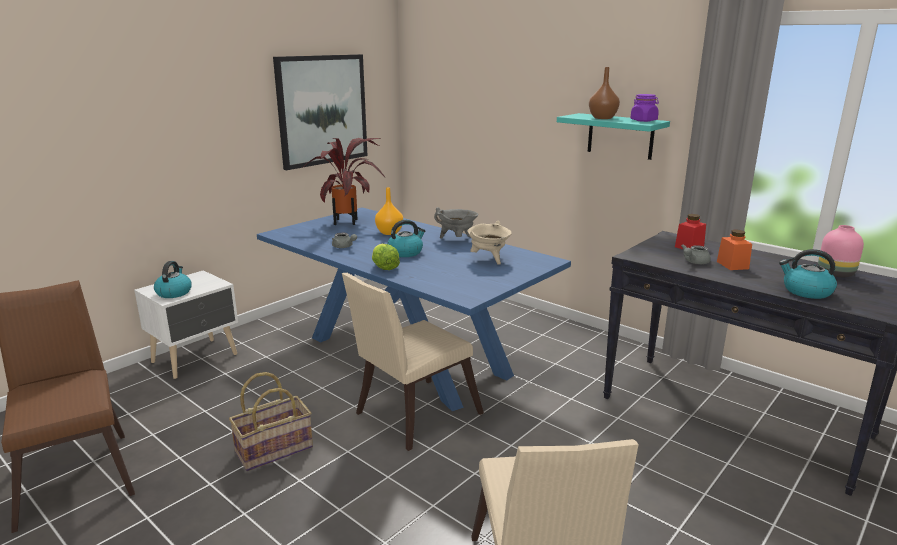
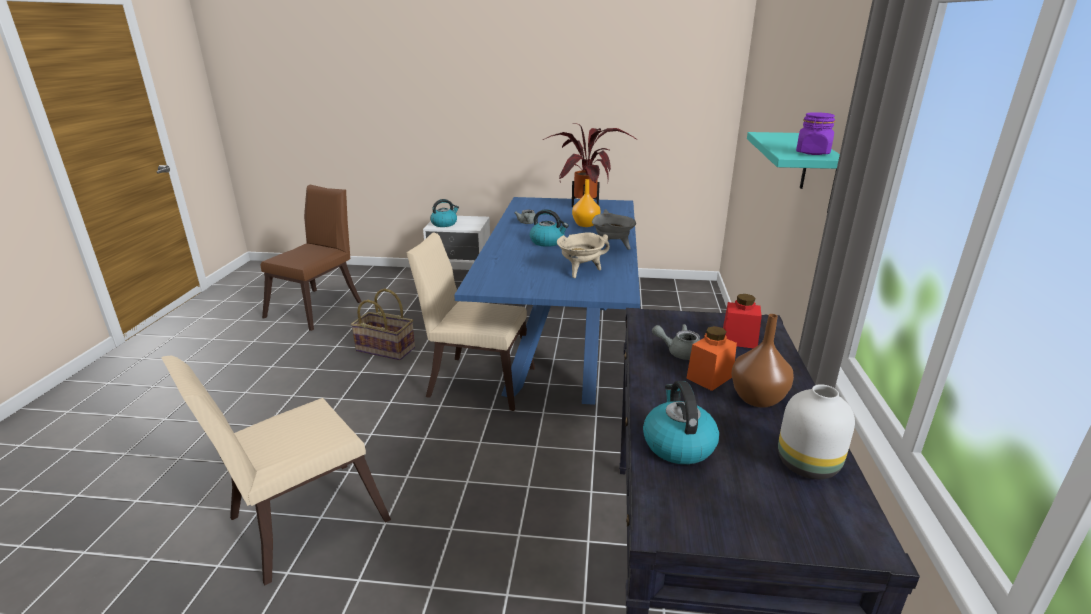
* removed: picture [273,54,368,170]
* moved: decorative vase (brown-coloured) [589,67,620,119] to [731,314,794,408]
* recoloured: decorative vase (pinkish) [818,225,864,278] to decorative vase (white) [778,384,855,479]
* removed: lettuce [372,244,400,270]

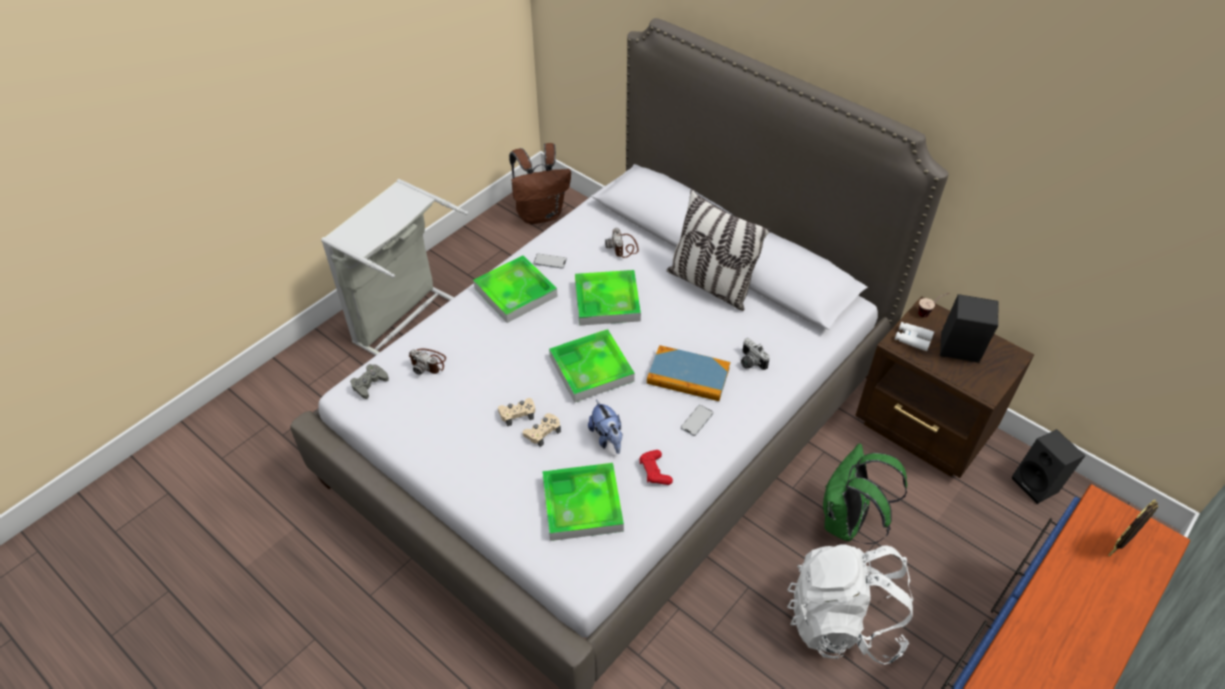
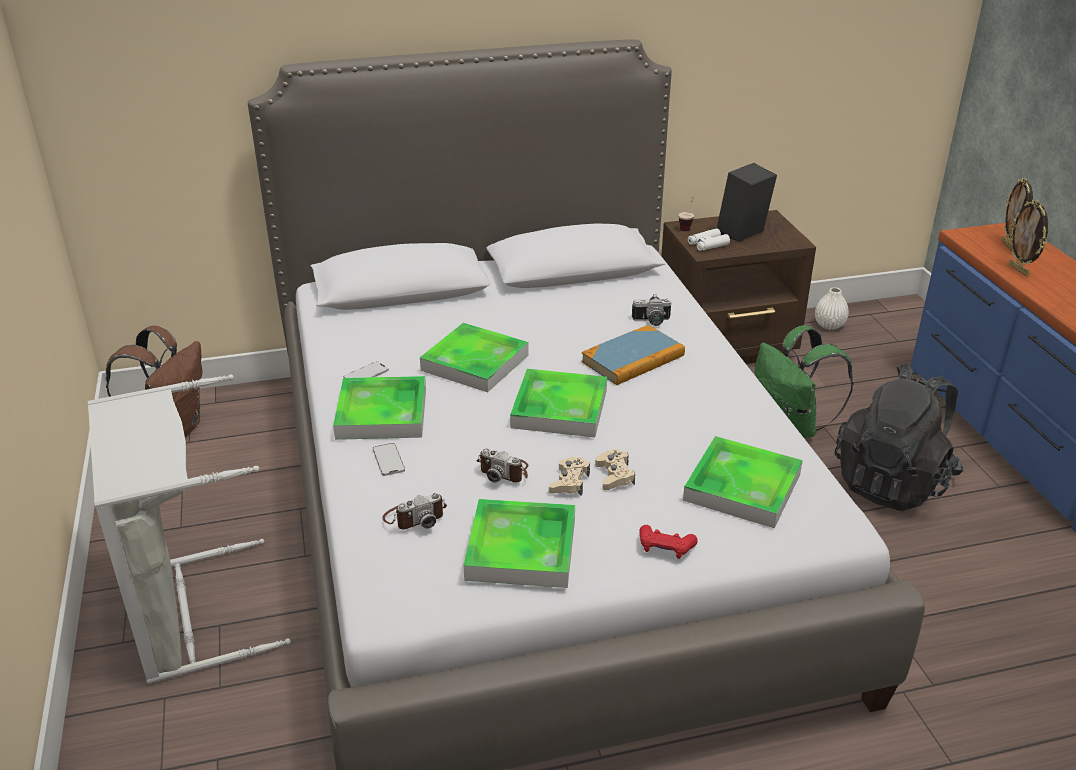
* removed: cushion [667,189,771,311]
* moved: still camera [605,228,639,258] to [476,448,529,483]
* removed: gamepad (greyish) [350,364,389,399]
* removed: plush toy [588,400,623,454]
* moved: telephone [681,405,713,436] to [373,443,405,476]
* replaced: loudspeaker (black) [1012,429,1085,504] to decorative vase (white) [815,287,849,330]
* moved: gamepad (reddish) [640,450,673,485] to [639,525,698,559]
* recoloured: backpack (white) [787,544,914,664] to backpack (black) [834,364,964,511]
* added: standing frame [1009,199,1048,276]
* added: serving tray [464,499,575,588]

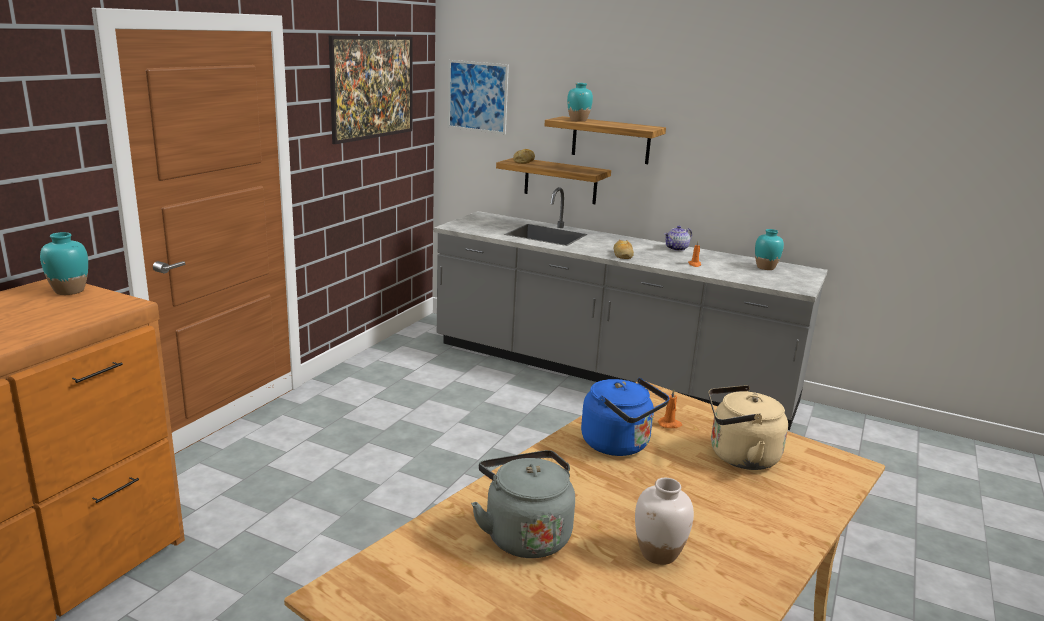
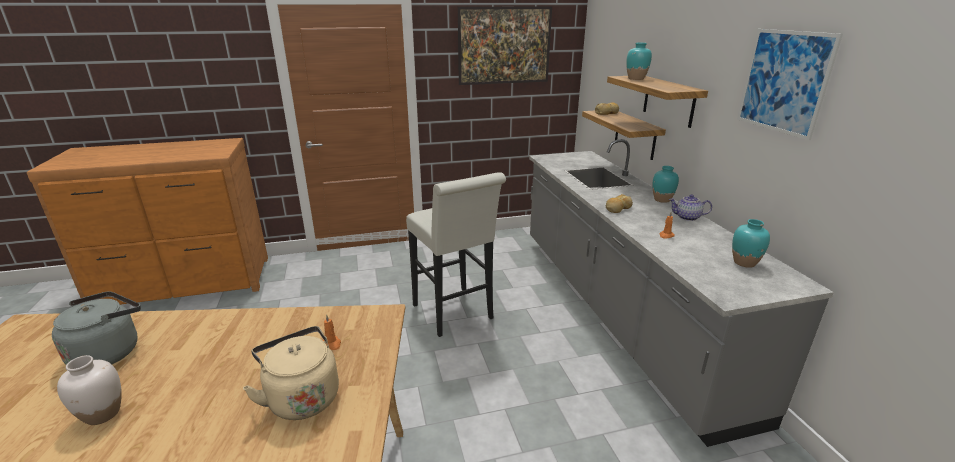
* moved: picture [448,60,509,134] to [737,29,843,140]
* moved: decorative vase (turquoise-coloured) [40,232,88,295] to [653,166,679,203]
* removed: water kettle (bluish) [581,378,669,456]
* added: stool (white) [406,172,506,337]

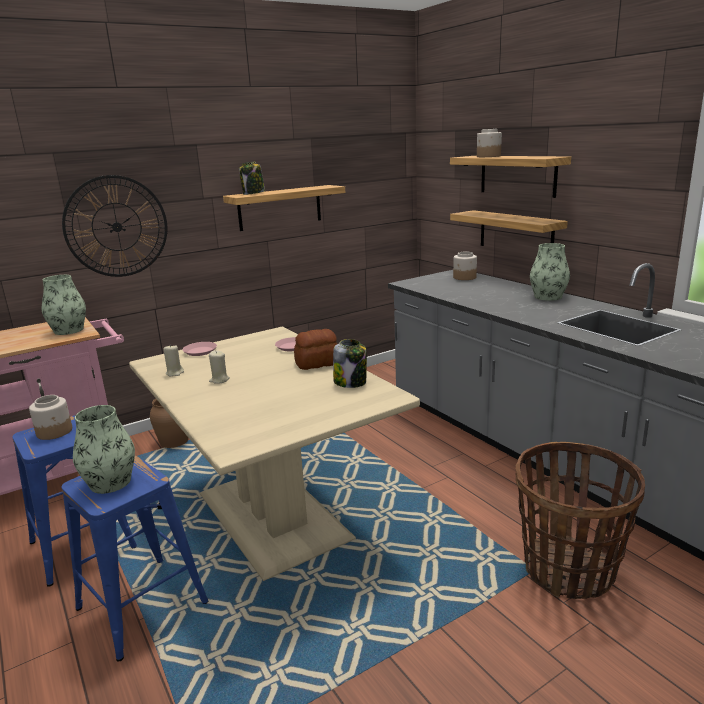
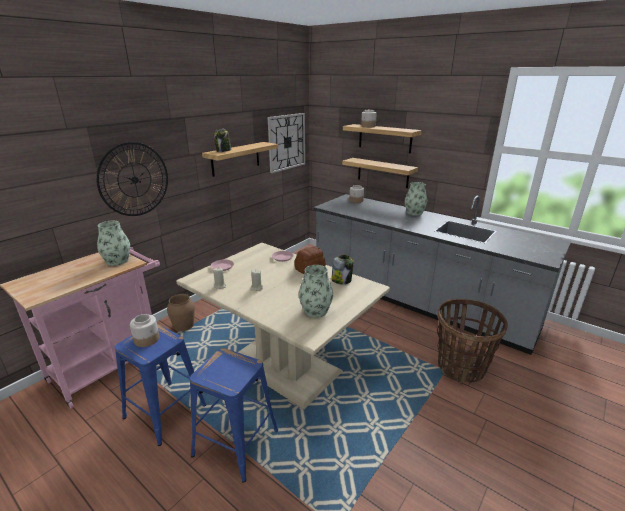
* moved: decorative vase [73,405,135,494] to [299,265,333,318]
* added: hanging clock [268,113,305,173]

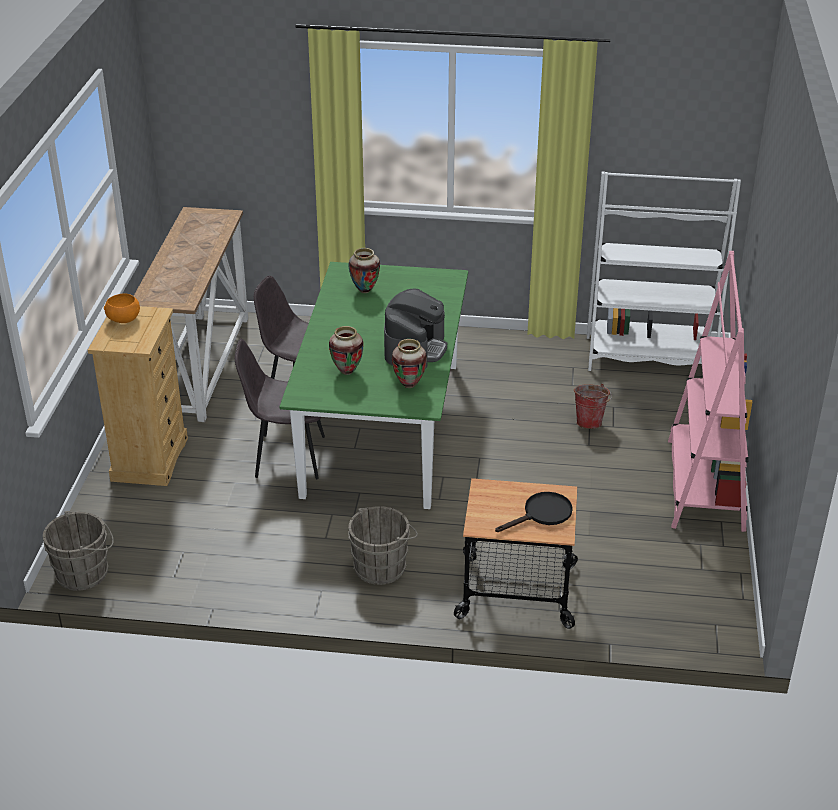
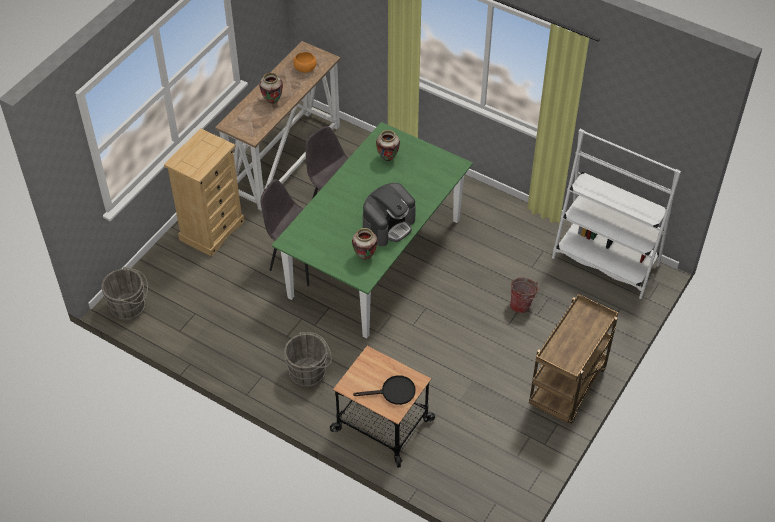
* replaced: shelving unit (pinkish) [668,251,752,532] to cart (brown-coloured) [529,294,618,423]
* moved: serving bowl (orangey) [104,293,140,323] to [293,52,317,73]
* moved: decorative vase [329,326,363,375] to [259,72,283,104]

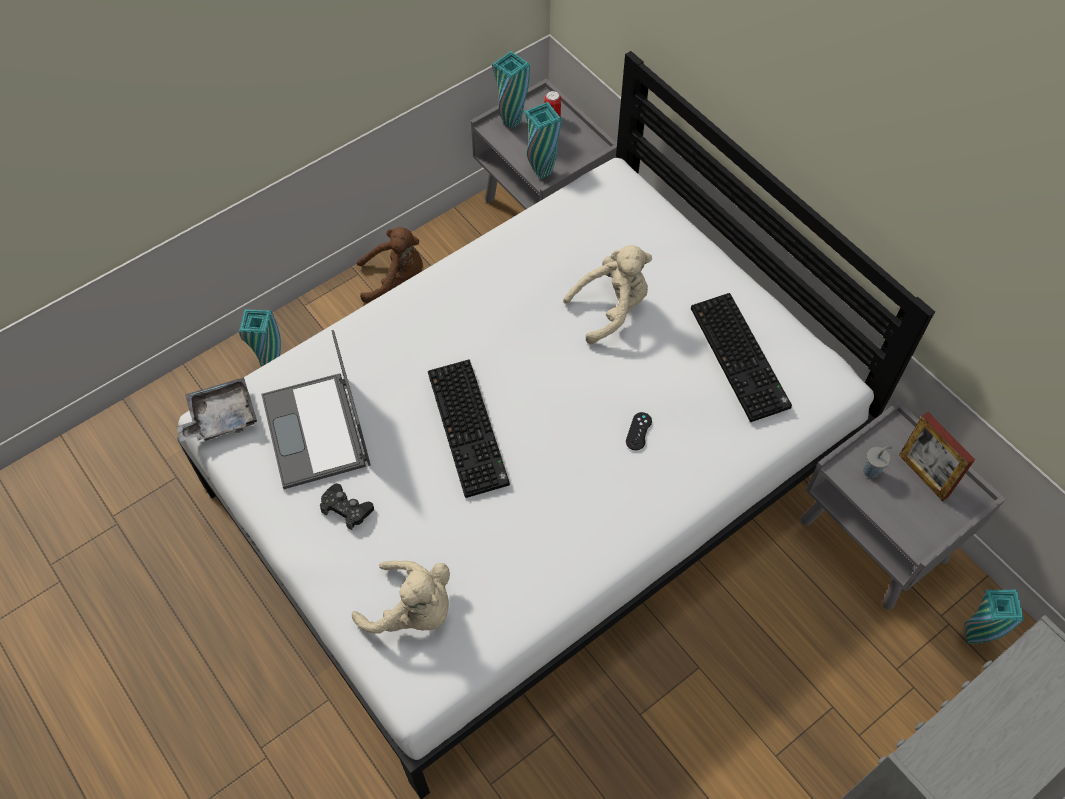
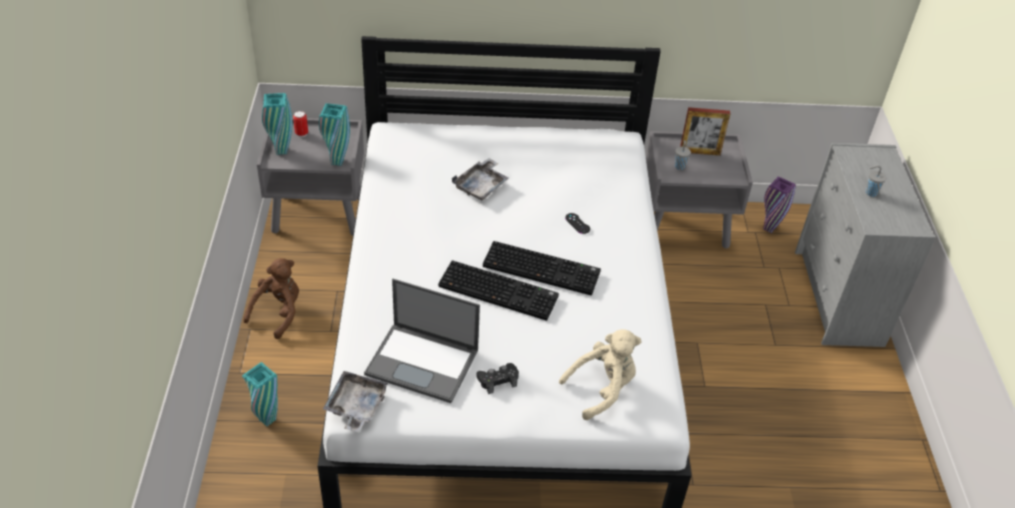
* replaced: plush toy (beige) [563,245,652,344] to serving tray (greyish) [452,158,509,200]
* moved: PC keyboard [691,293,792,422] to [483,241,601,295]
* recoloured: decorative vase (turquoise-coloured) [965,590,1024,644] to decorative vase (purple-coloured) [763,176,796,233]
* added: drinking cup (greyish) [866,165,886,197]

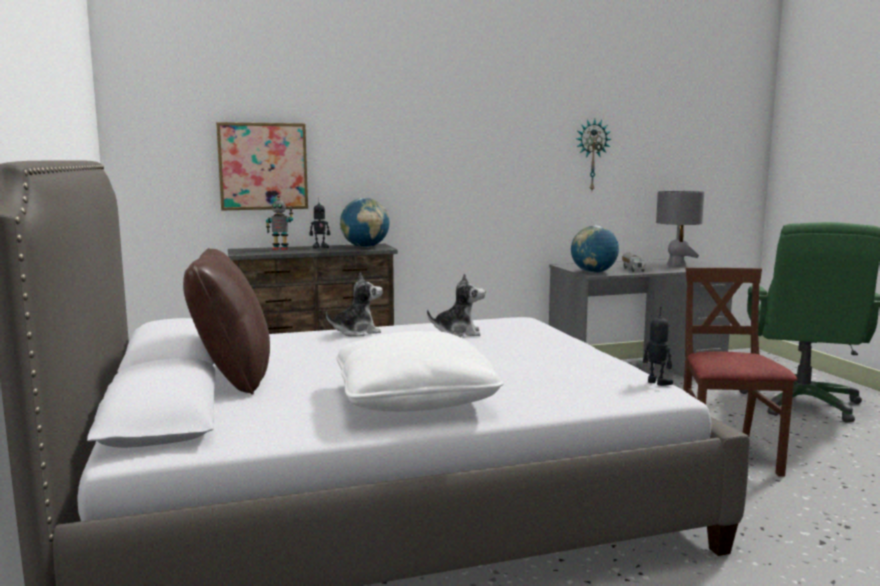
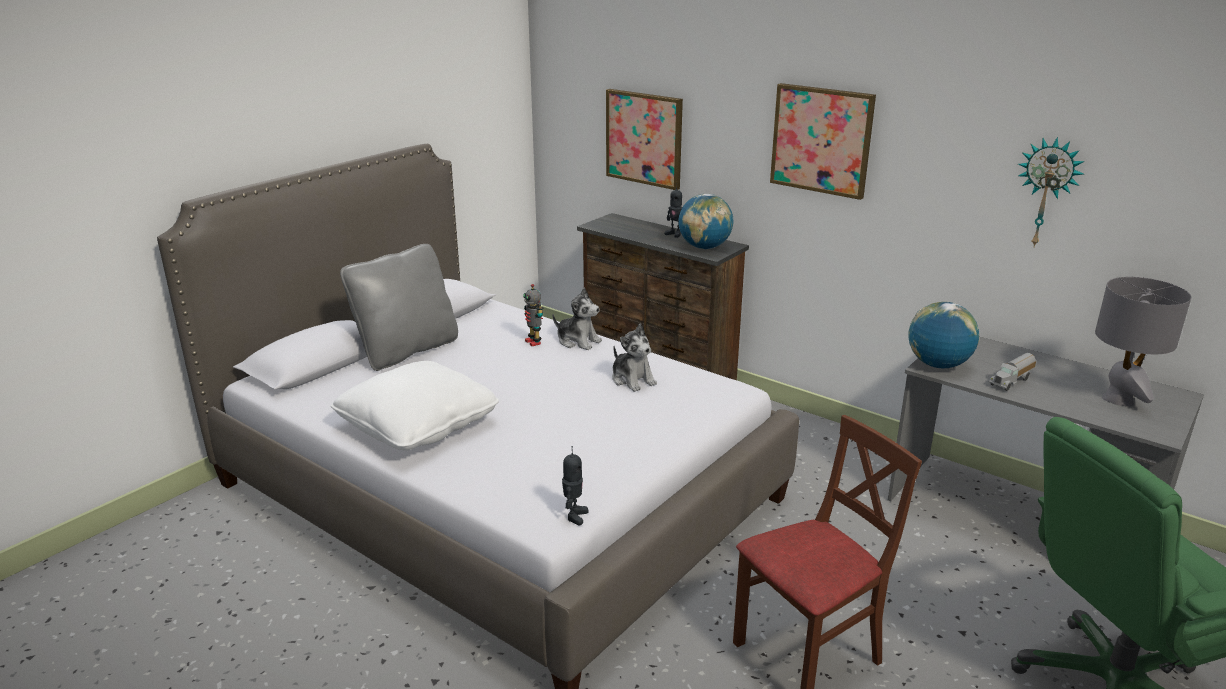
* moved: robot figure [266,195,293,250] to [523,284,543,346]
* recoloured: cushion (brown-coloured) [183,248,270,395] to cushion (greyish) [340,244,458,371]
* added: picture [770,83,876,200]

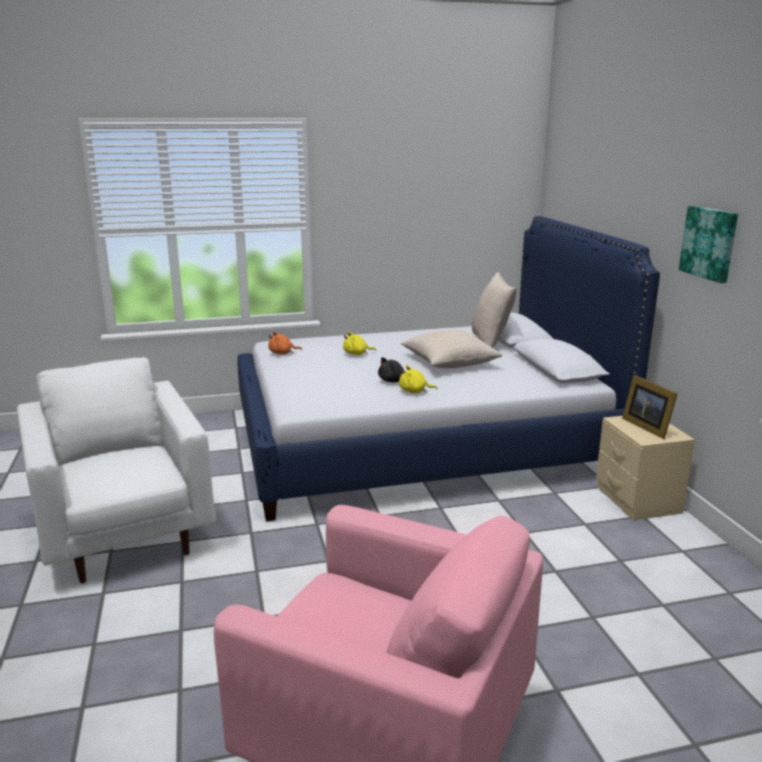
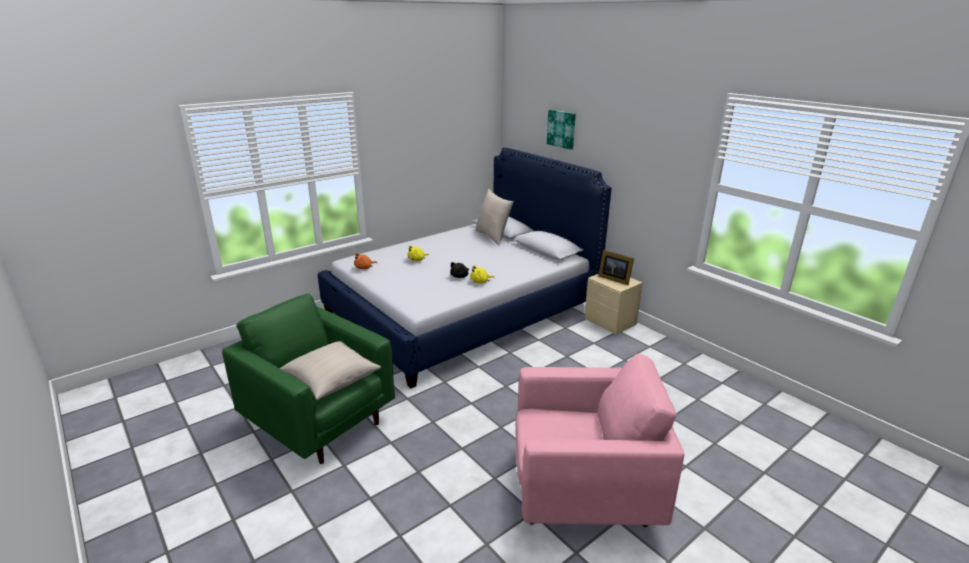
* moved: picture [679,206,738,283] to [547,110,576,150]
* moved: cushion (beige) [401,330,503,368] to [280,341,381,400]
* recoloured: easy chair (white) [17,357,216,583] to easy chair (greenish) [222,294,395,464]

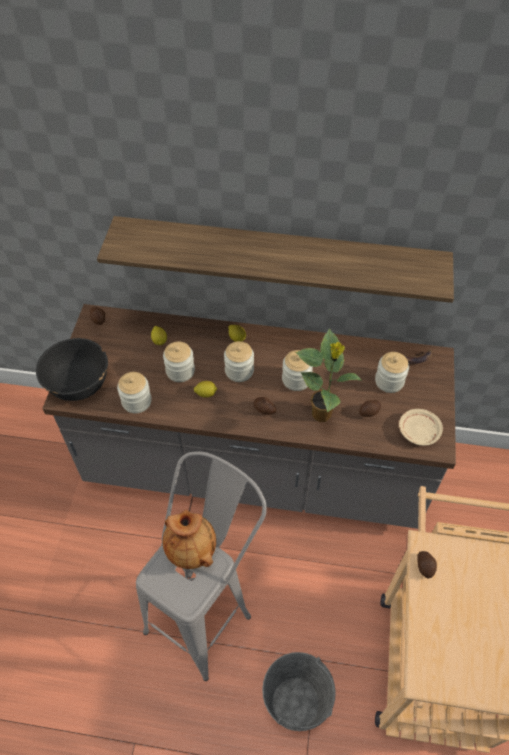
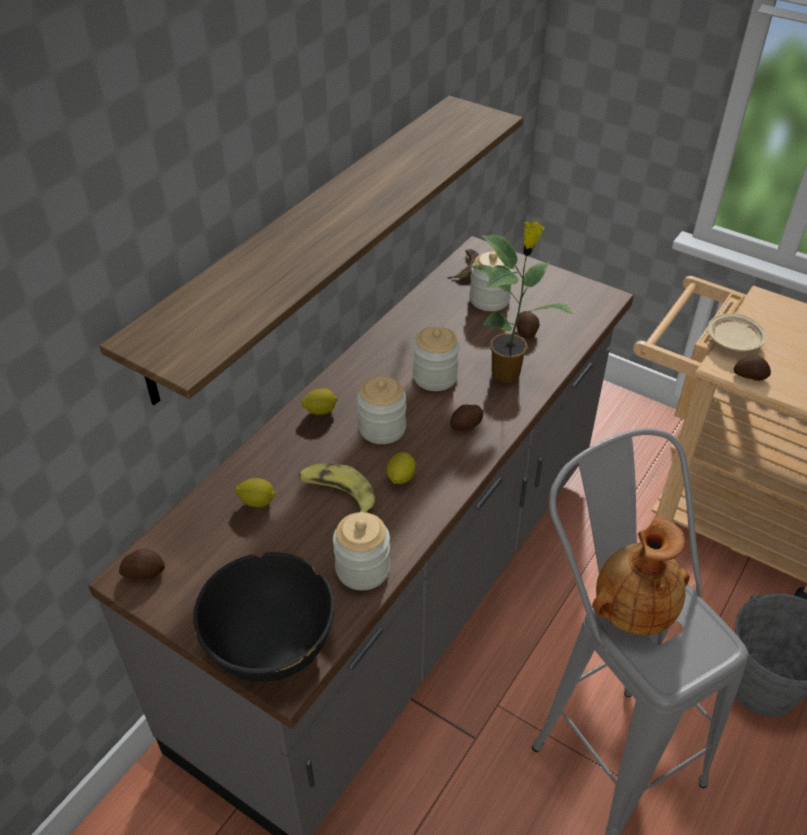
* replaced: preserve jar [163,341,195,382] to banana fruit [299,463,375,512]
* moved: flat dish (beige) [399,409,443,446] to [708,313,767,352]

